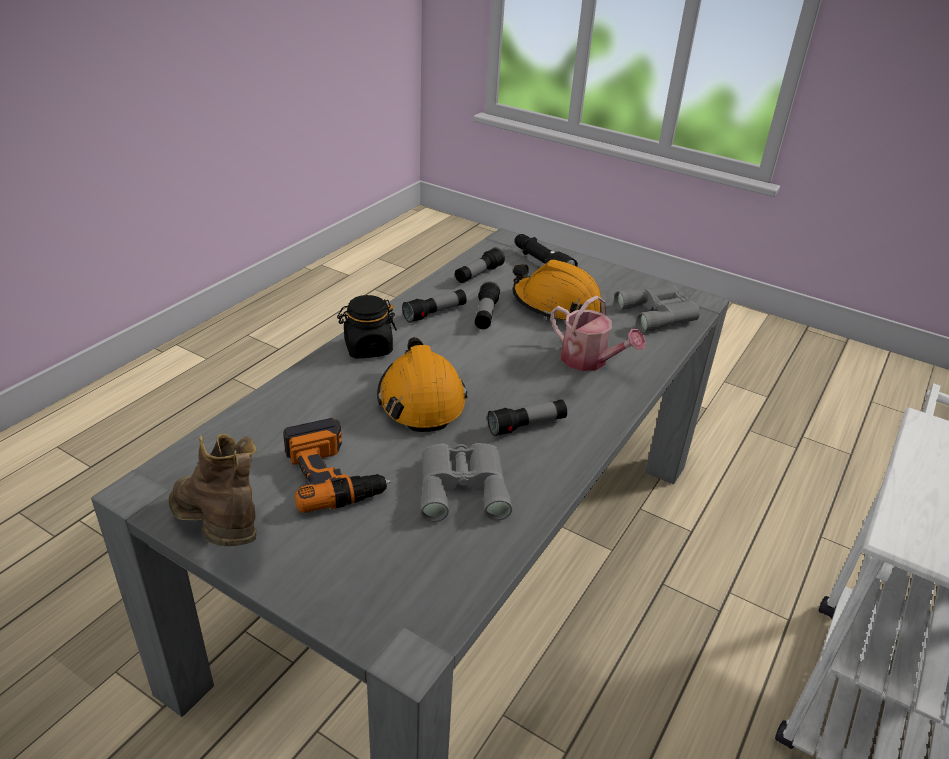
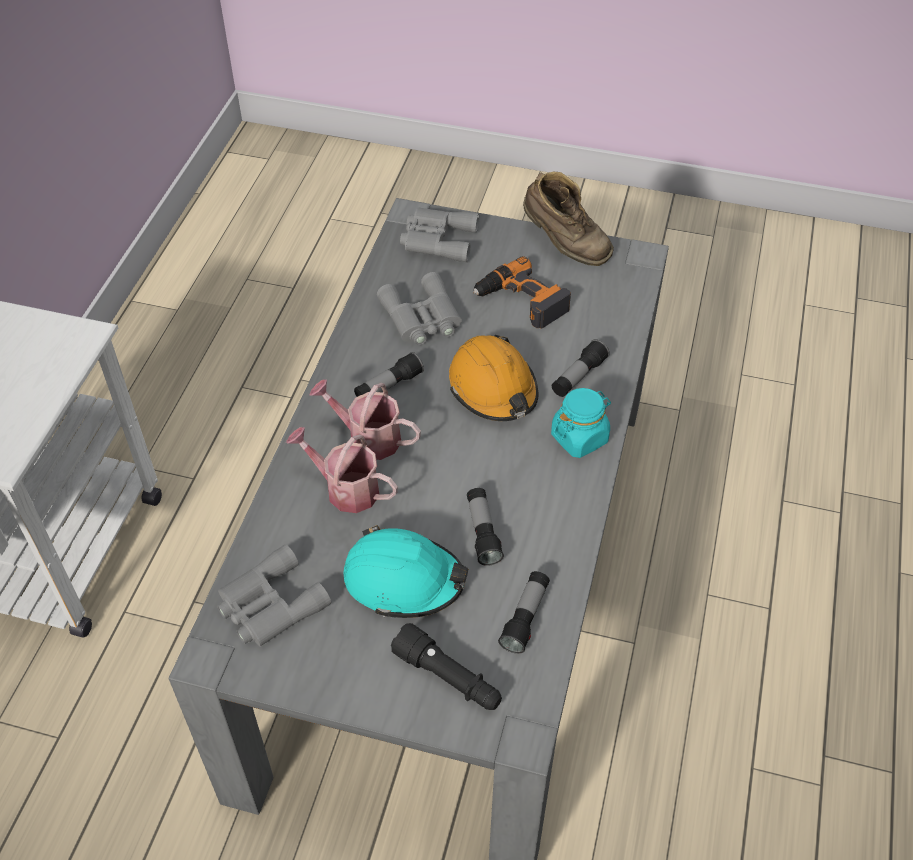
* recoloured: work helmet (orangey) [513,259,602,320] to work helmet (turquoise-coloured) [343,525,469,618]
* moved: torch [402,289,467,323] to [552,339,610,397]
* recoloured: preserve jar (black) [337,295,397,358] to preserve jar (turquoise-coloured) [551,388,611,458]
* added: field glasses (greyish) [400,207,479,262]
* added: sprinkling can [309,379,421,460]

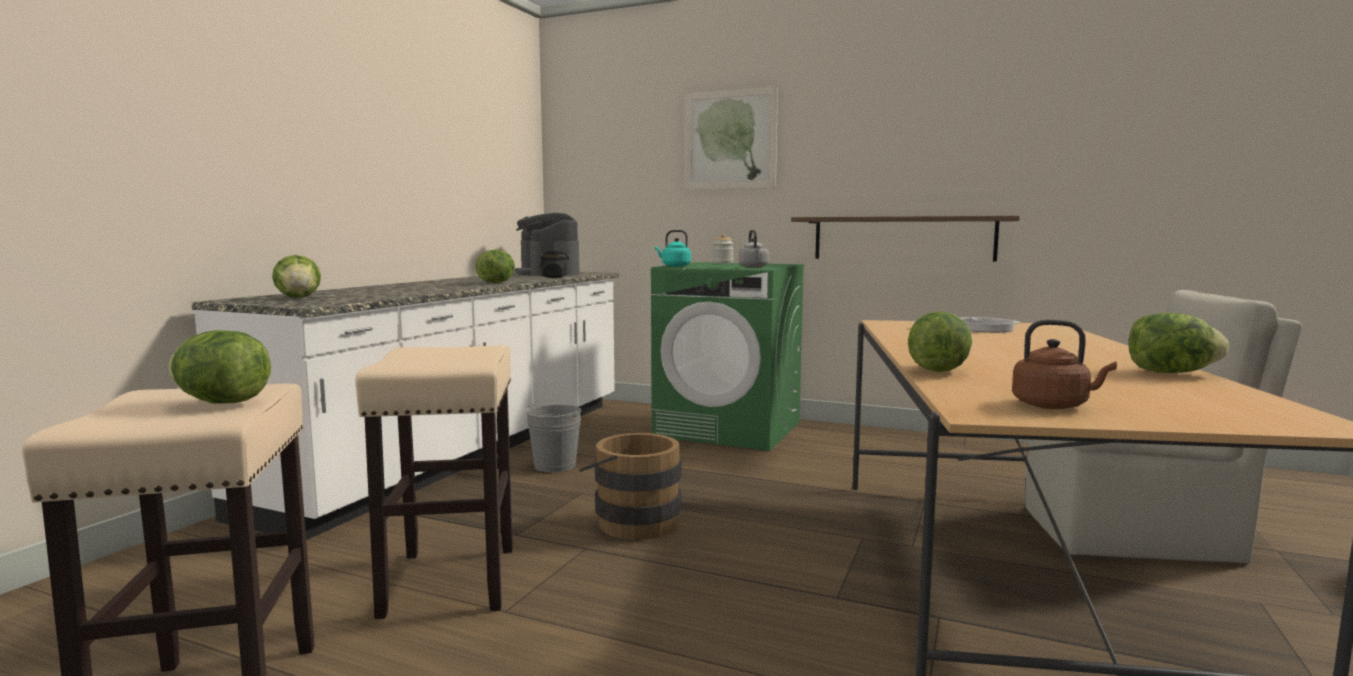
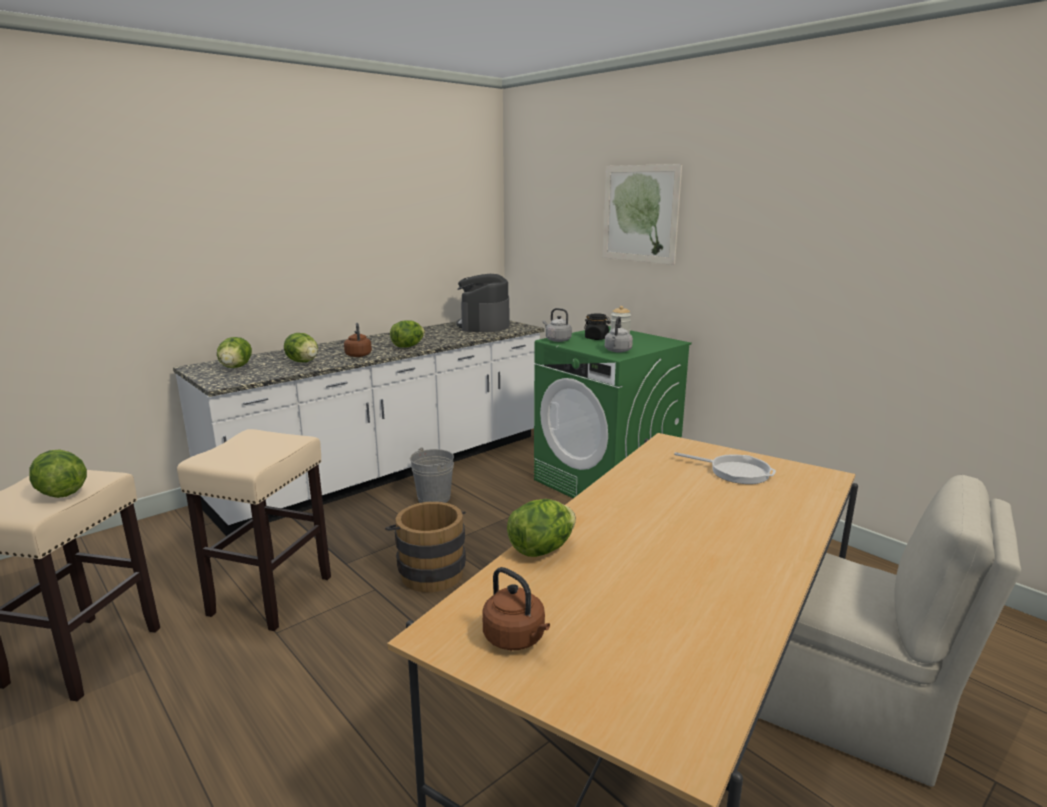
* removed: bracket shelf [791,216,1019,262]
* recoloured: water kettle (turquoise-coloured) [655,230,691,267] to water kettle (greyish) [543,308,572,342]
* moved: preserve jar (black) [540,251,569,278] to [584,313,611,340]
* moved: lettuce [1128,313,1229,373] to [284,333,318,362]
* added: water kettle (brown-coloured) [344,323,372,357]

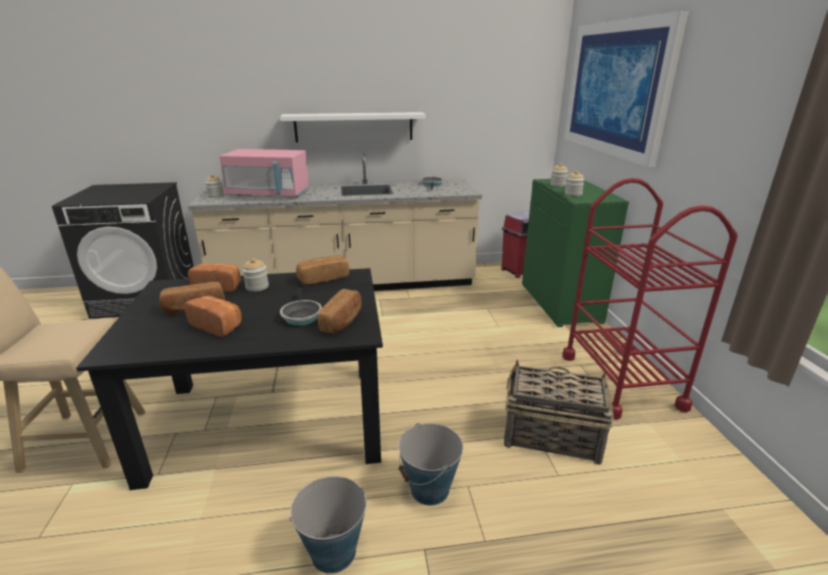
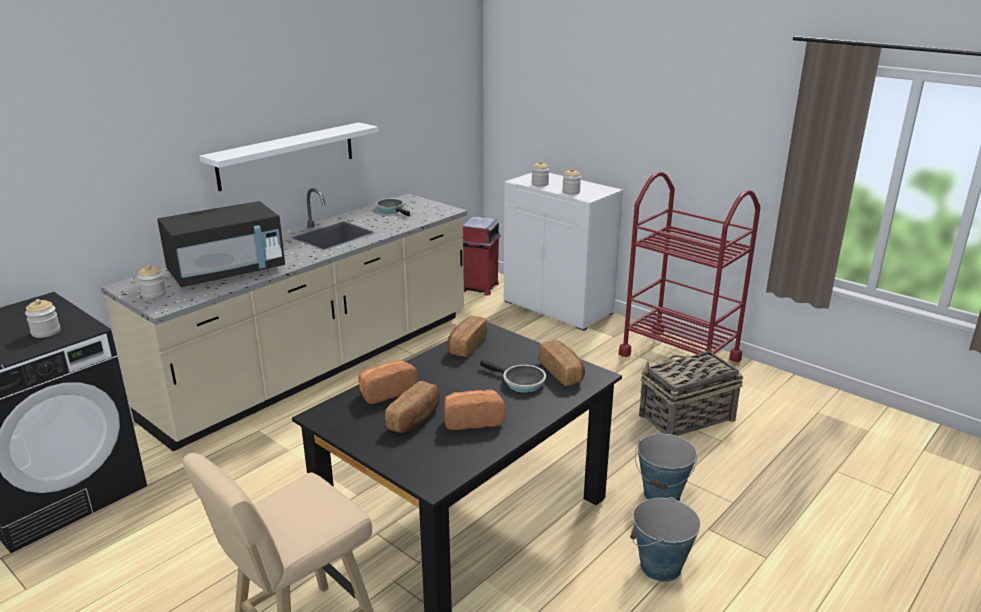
* removed: picture [564,11,689,168]
* recoloured: kitchen microwave (pinkish) [219,149,309,198] to kitchen microwave (black) [157,201,285,287]
* recoloured: storage cabinet (greenish) [522,179,629,327] to storage cabinet (white) [504,173,623,331]
* moved: preserve jar [242,258,269,292] to [25,299,60,338]

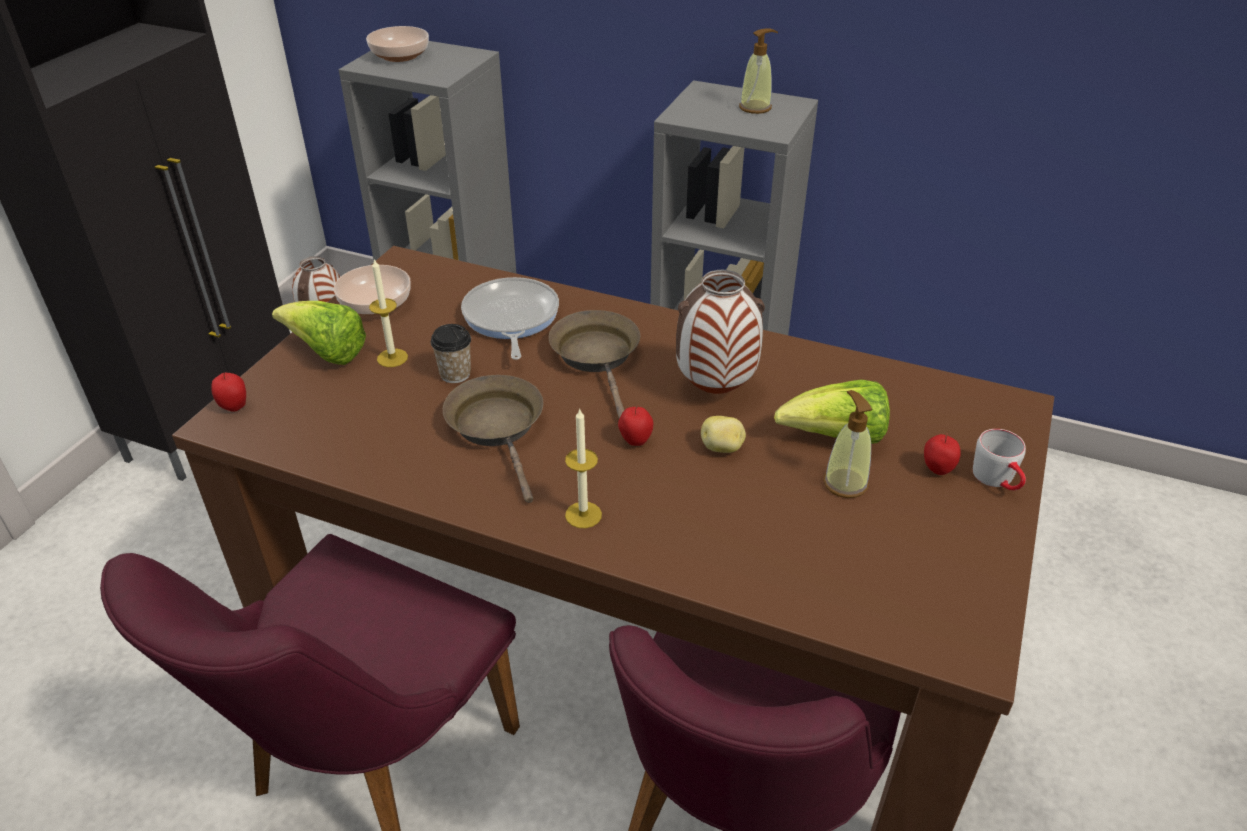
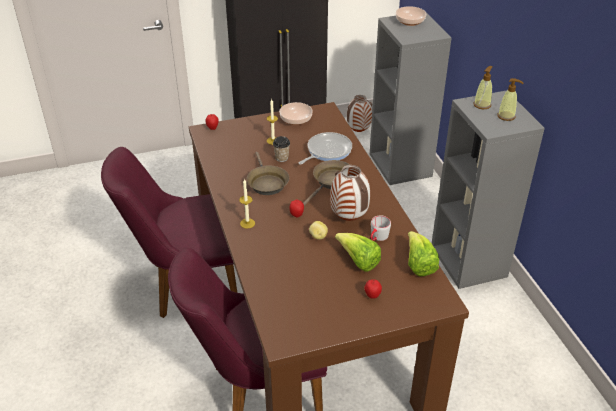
* moved: lettuce [272,301,366,365] to [408,231,439,276]
* turned: pan (brown-coloured) [443,375,543,503] = [247,152,289,195] 135 degrees clockwise
* moved: liquid soap bottle [823,390,872,498] to [473,66,493,109]
* moved: coffee mug (greyish) [973,429,1026,490] to [371,216,391,241]

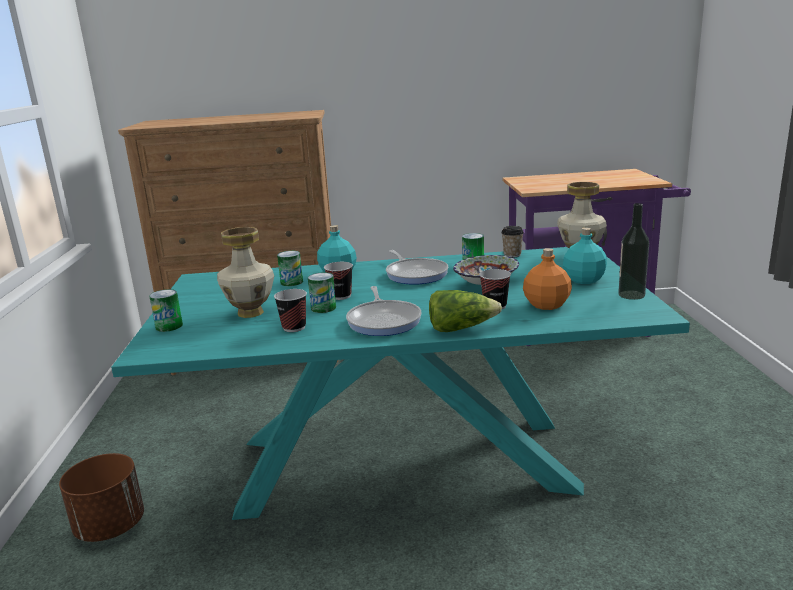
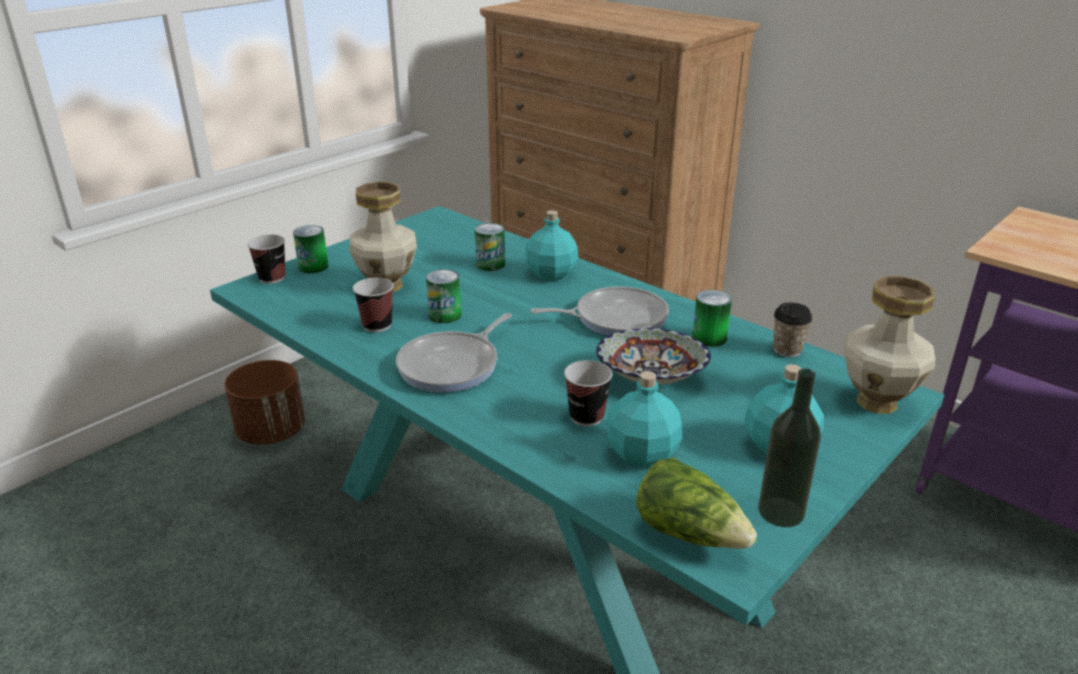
* recoloured: bottle (orangey) [523,248,572,310] to bottle (turquoise-coloured) [607,371,682,467]
* turned: pan [386,250,448,285] = [531,286,669,336] 120 degrees counterclockwise
* moved: drinking cup [324,262,353,300] to [247,235,286,284]
* moved: lettuce [429,290,502,332] to [636,458,757,549]

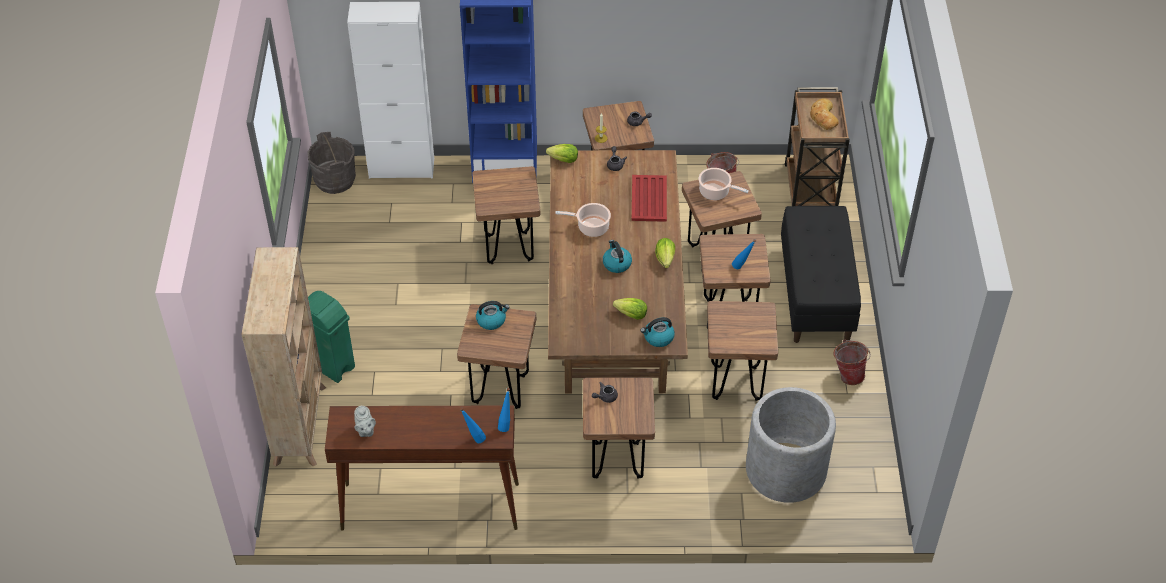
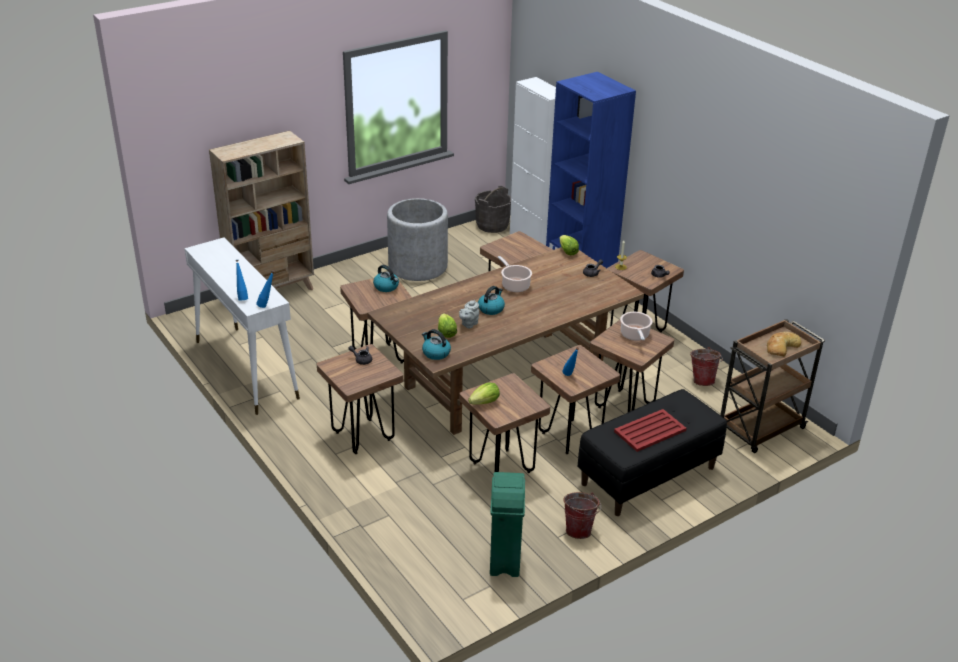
* moved: serving tray (reddish) [632,175,667,222] to [614,409,687,452]
* moved: lettuce [655,238,675,268] to [468,382,500,405]
* moved: waste bin (greenish) [308,291,355,383] to [490,472,525,577]
* moved: planter (greyish) [746,387,836,503] to [387,198,448,281]
* recoloured: hall table (brown-coloured) [325,405,519,531] to hall table (white) [185,238,300,415]
* moved: tea pot (greyish) [354,405,376,437] to [459,299,479,328]

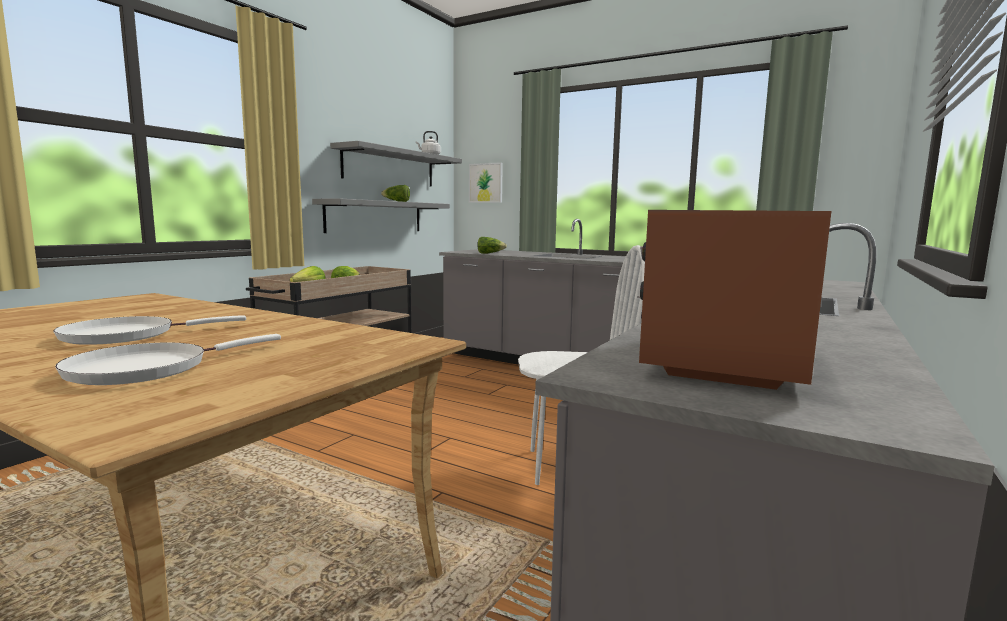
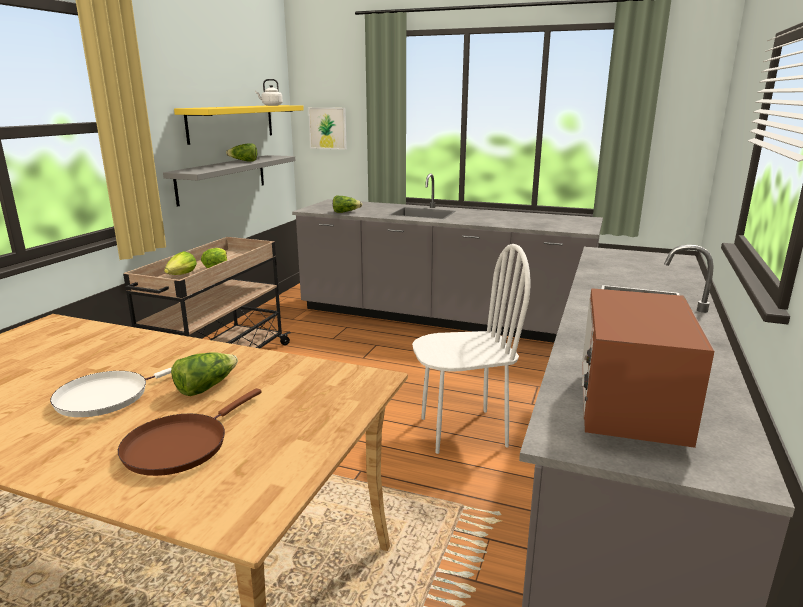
* recoloured: bracket shelf (greyish) [330,141,462,187] to bracket shelf (yellowish) [174,105,304,145]
* recoloured: pan (white) [55,334,281,385] to pan (brown-coloured) [118,388,261,476]
* added: lettuce [171,352,238,396]

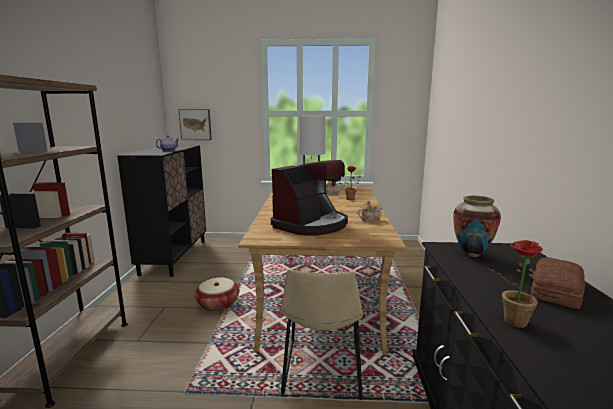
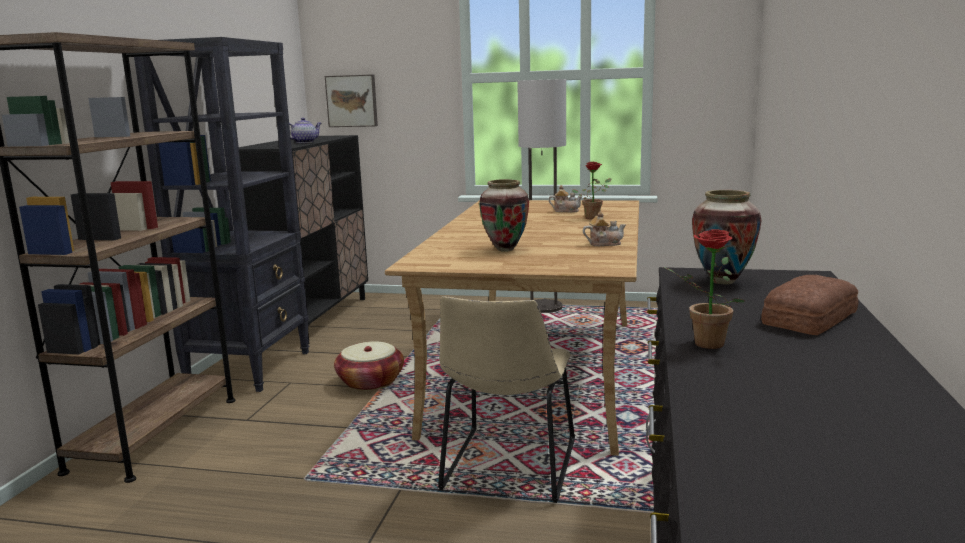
* replaced: coffee brewer [271,160,348,236] to decorative vase [479,179,529,252]
* added: shelving unit (black) [134,37,309,392]

